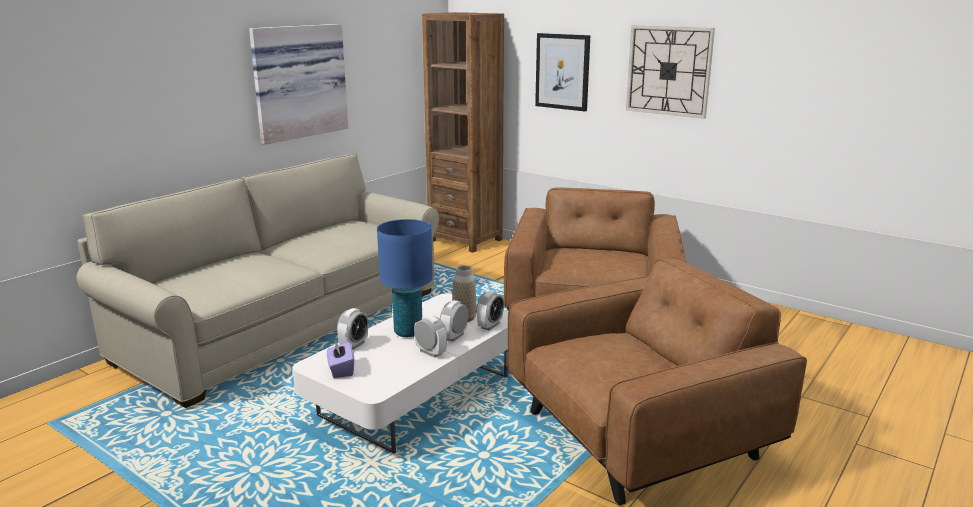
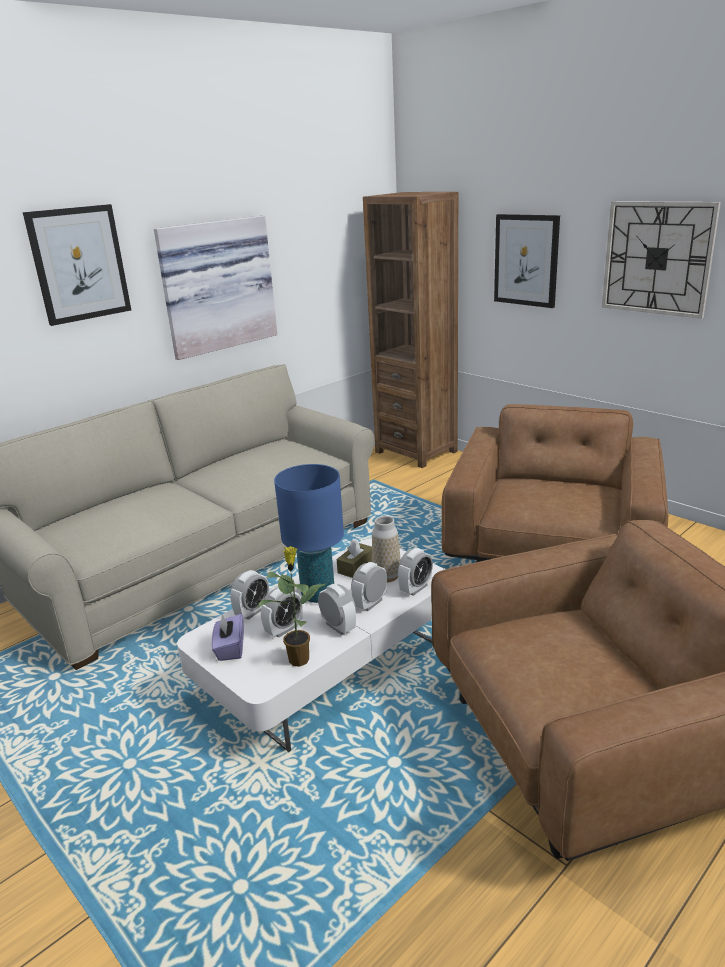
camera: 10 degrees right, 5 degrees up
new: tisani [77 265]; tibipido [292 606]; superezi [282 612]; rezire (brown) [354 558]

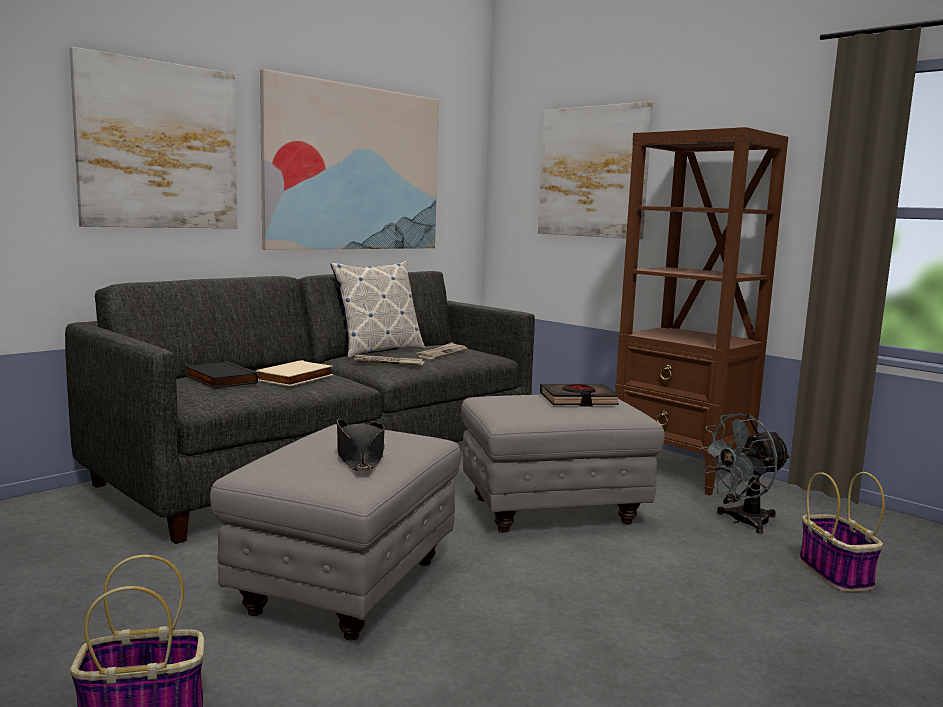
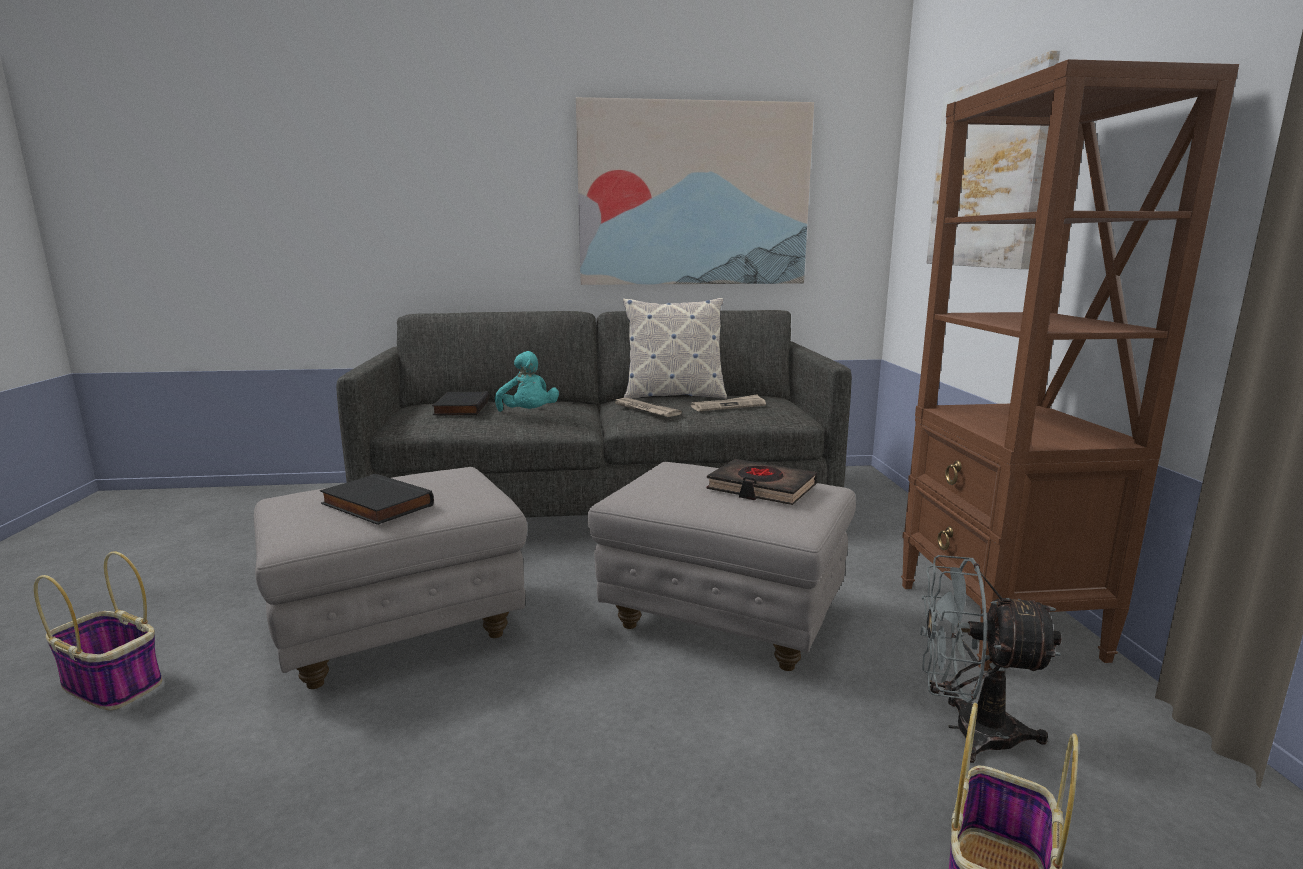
camera: 40 degrees right, 5 degrees up
gone: tisani [153 137]
swapped: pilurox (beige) [294 373] to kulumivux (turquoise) [527 381]; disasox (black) [361 445] to pilurox (black) [377 499]

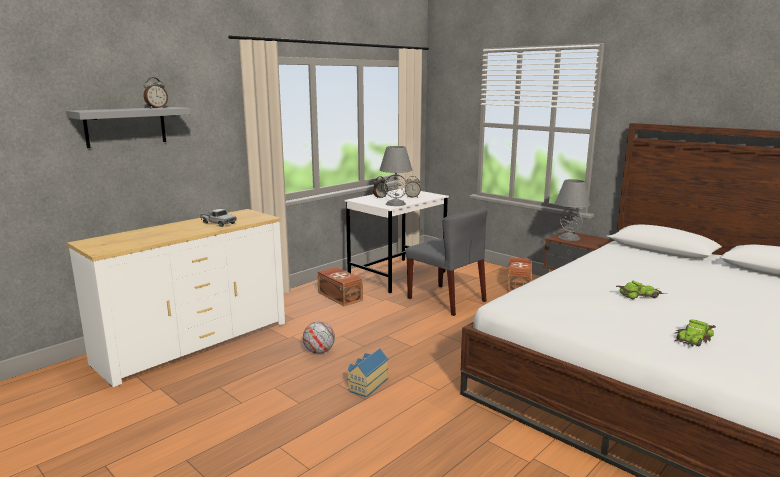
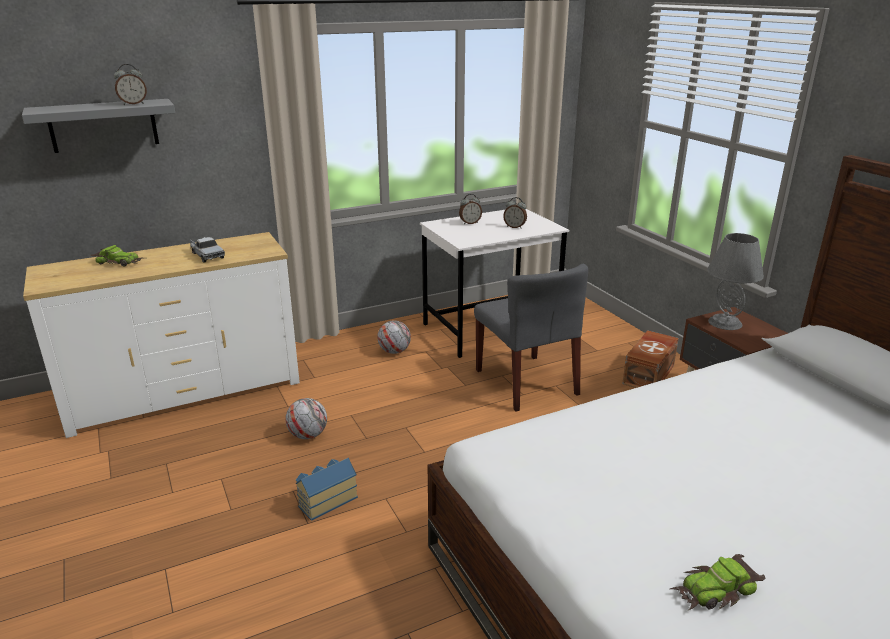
camera: 20 degrees right, 10 degrees up
gone: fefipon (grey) [396 176]
shifted: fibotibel [640 290] to [116 256]
swapped: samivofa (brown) [340 286] to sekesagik [394 337]

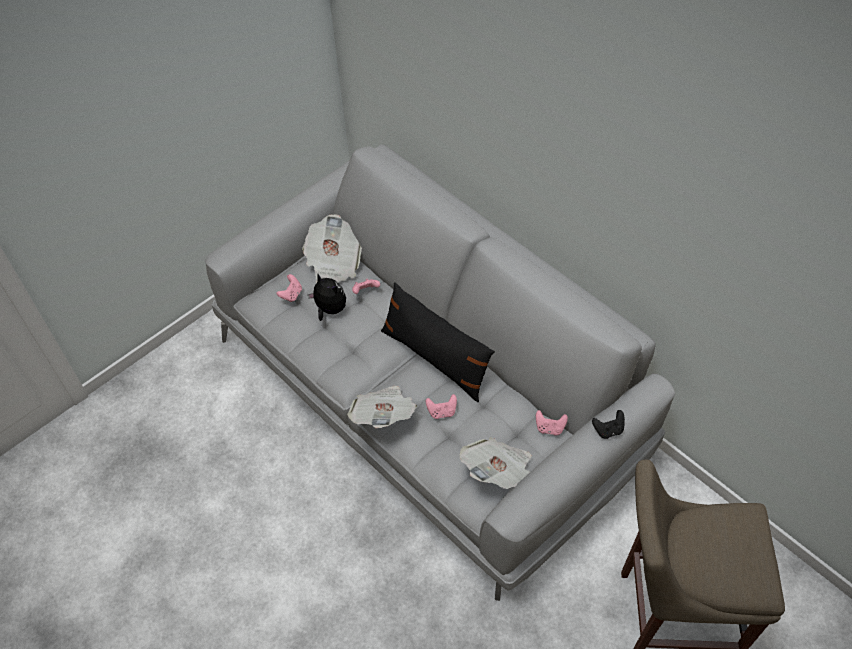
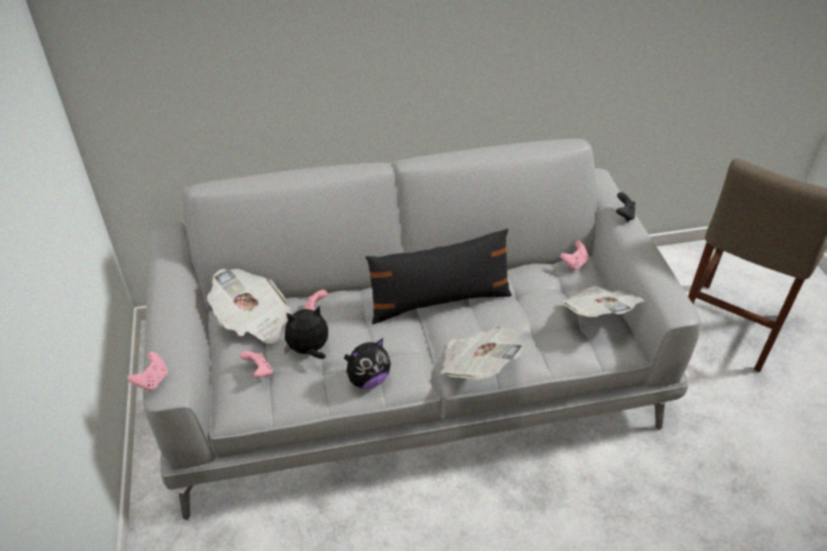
camera: 60 degrees left, 10 degrees down
new: kulumivux [367 363]
shifted: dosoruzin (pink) [441 406] to [147 371]

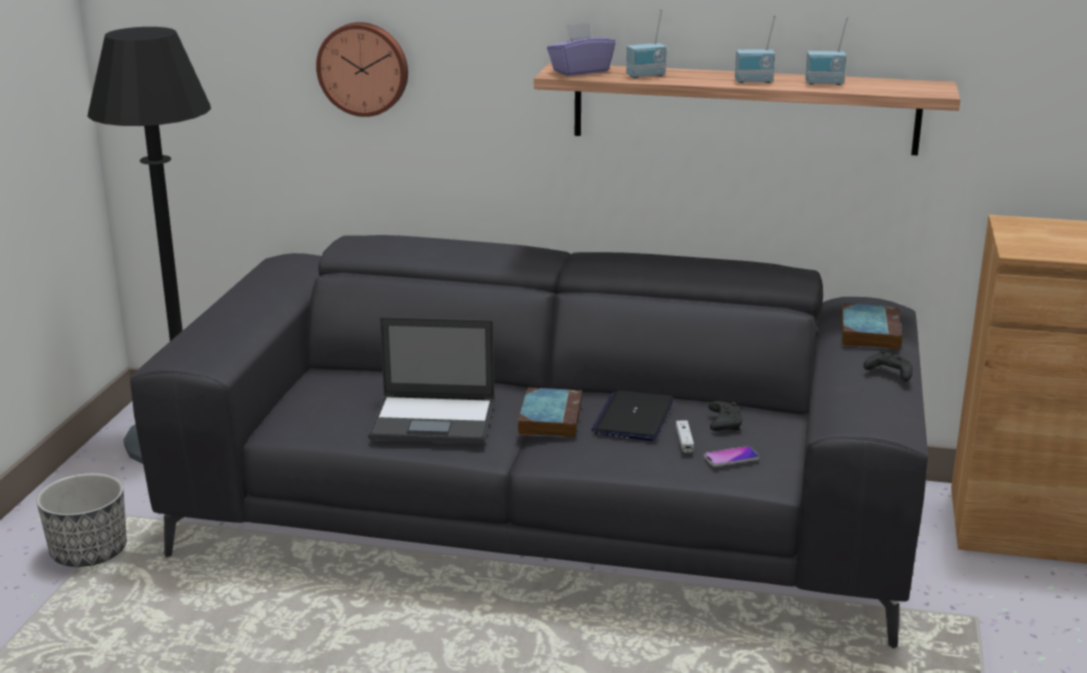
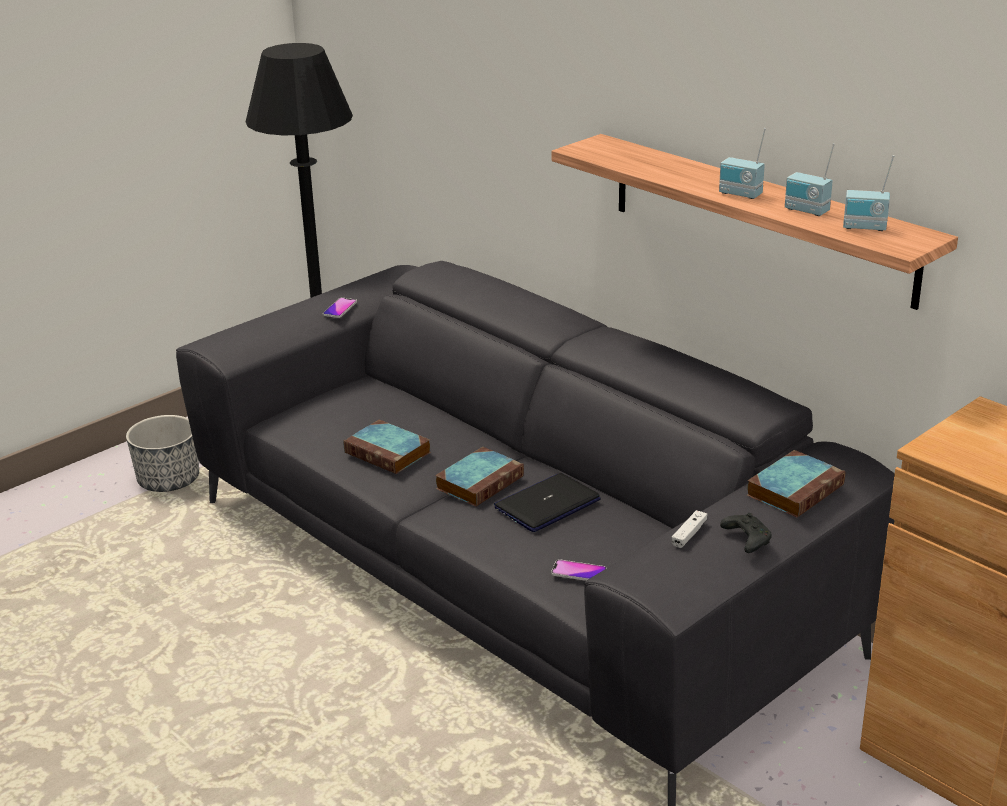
camera: 35 degrees right, 5 degrees up
gone: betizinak [362 69]; rezire (purple) [581 49]; dosoruzin (black) [725 416]
new: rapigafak [340 308]
shifted: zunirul [646 44] to [868 193]; dosoruzin (white) [685 436] to [689 529]
swapped: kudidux [431 380] to pilurox [387 447]

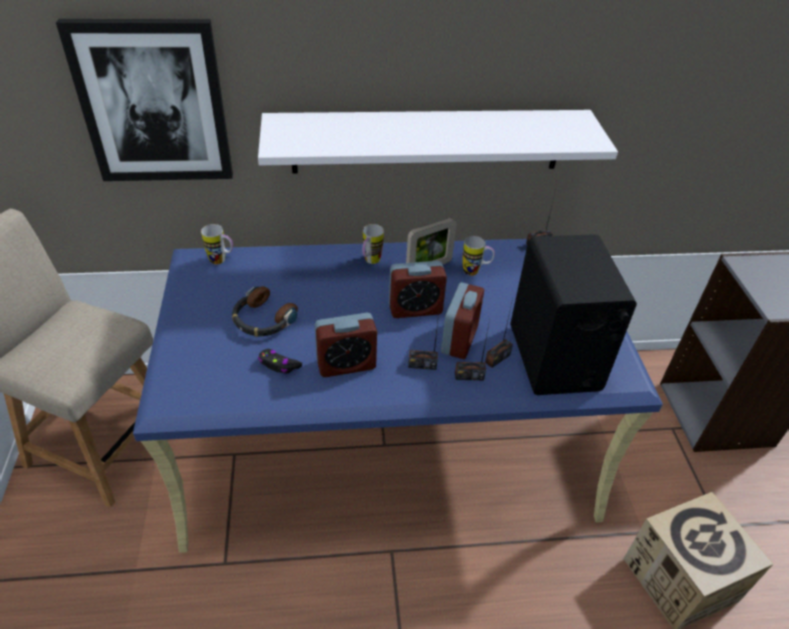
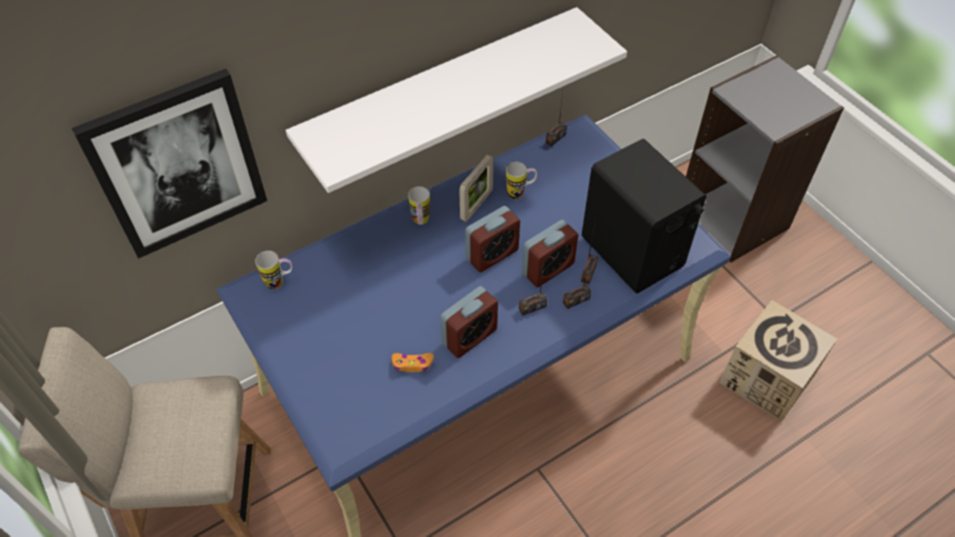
camera: 25 degrees left, 10 degrees up
gone: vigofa [265 311]
repainted: dosoruzin (black) [280 361] to dosoruzin (orange) [413 362]
rotated: superezi [462 320] = [550 253] 60 degrees clockwise

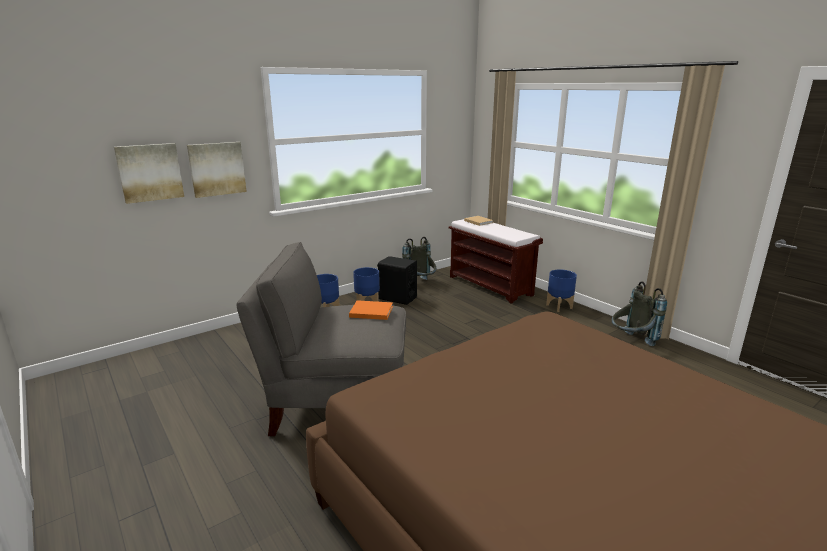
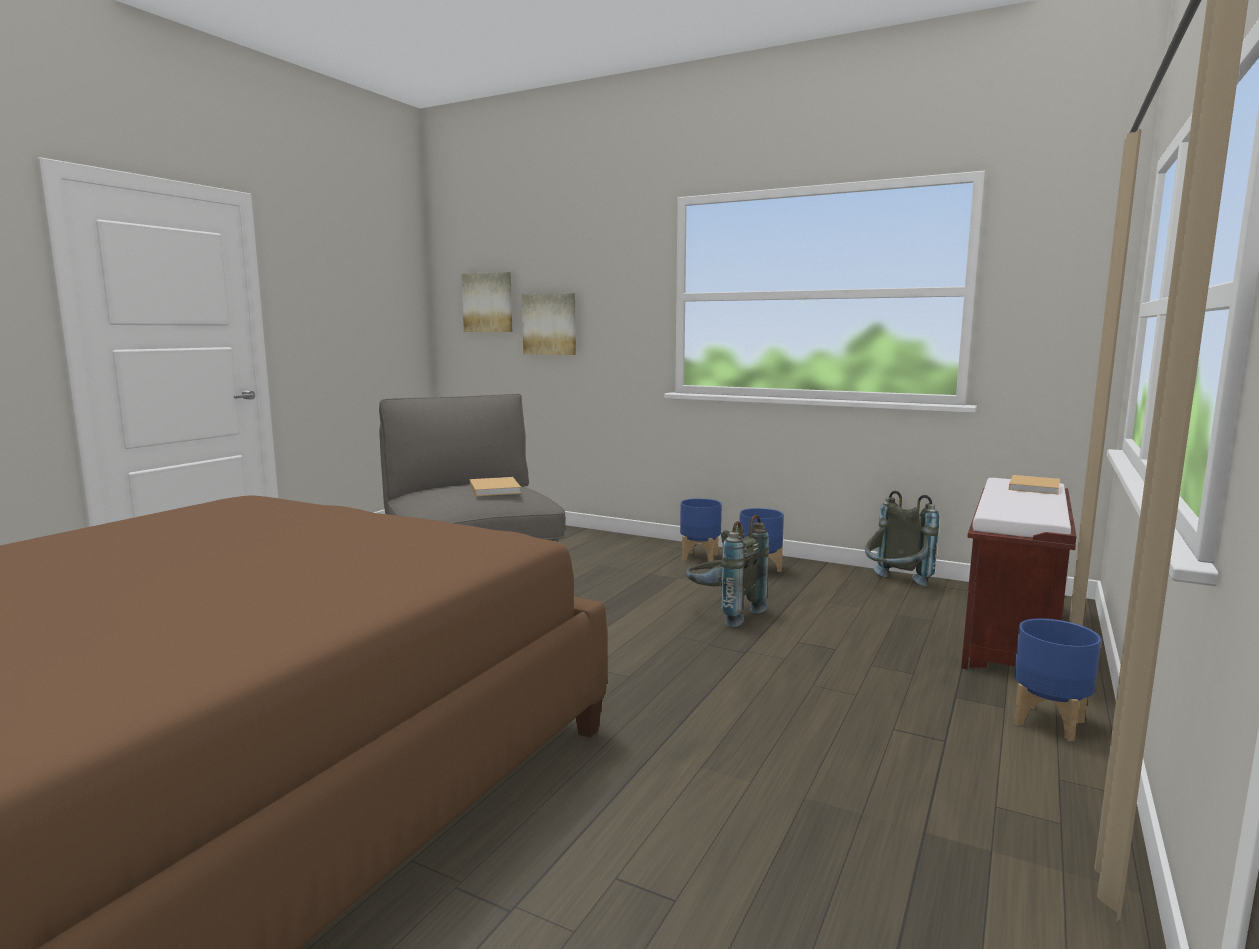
camera: 65 degrees right, 10 degrees down
gone: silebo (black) [397 280]
shifted: tisani [217 170] to [487 302]; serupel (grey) [639 313] to [727 571]
repainted: pilurox (orange) [371 310] to pilurox (beige) [495 486]

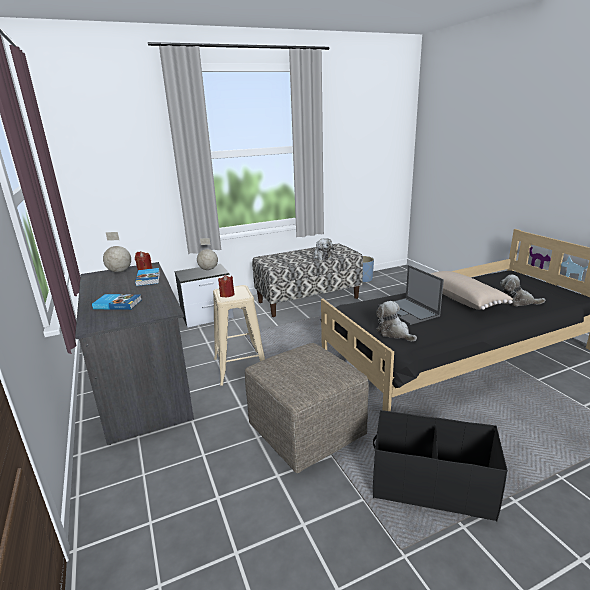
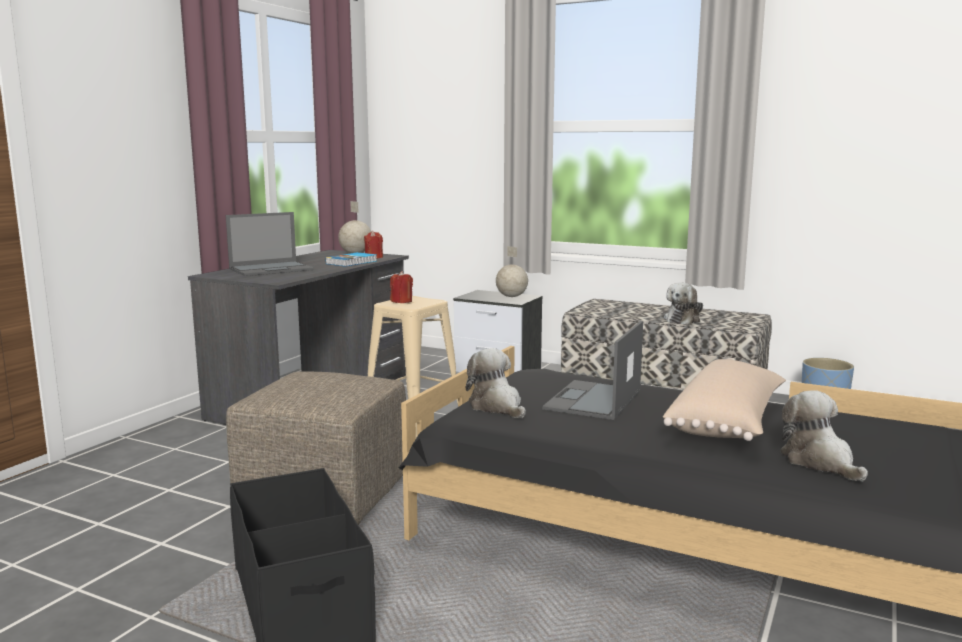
camera: 50 degrees right, 10 degrees down
swapped: pilurox [116 302] to kudidux [270 244]
rotated: kulumivux [396 321] = [496 383] 45 degrees counterclockwise

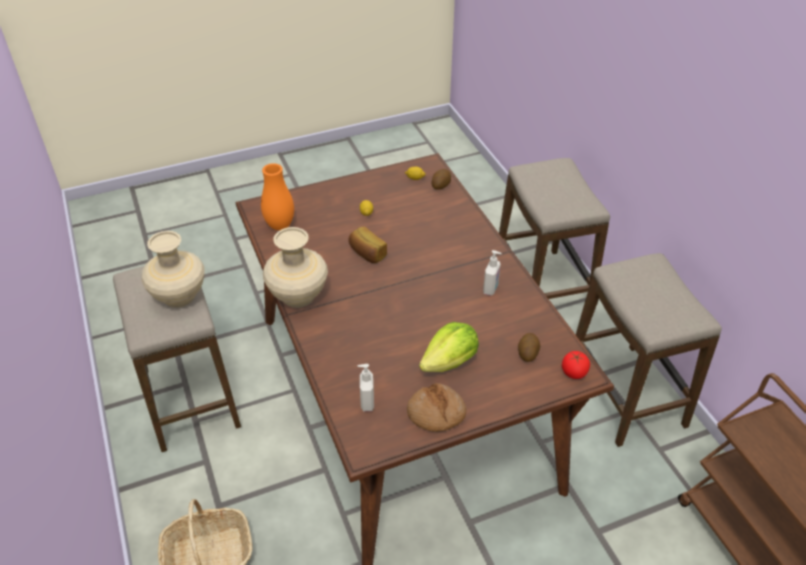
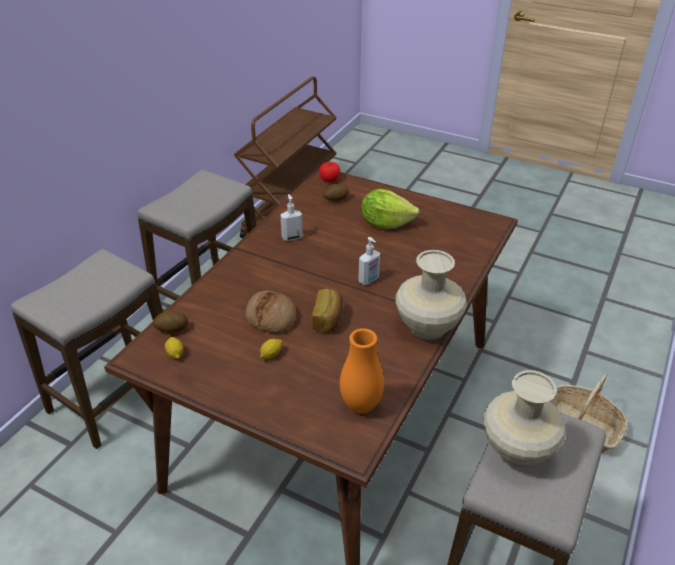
camera: 130 degrees left, 5 degrees down
shifted: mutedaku [365 387] to [369 261]; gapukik [436 407] to [271 311]

